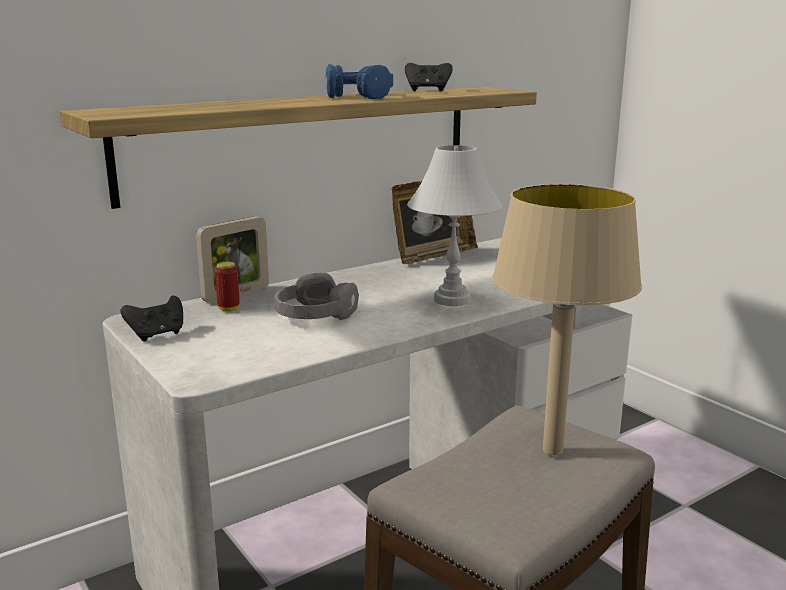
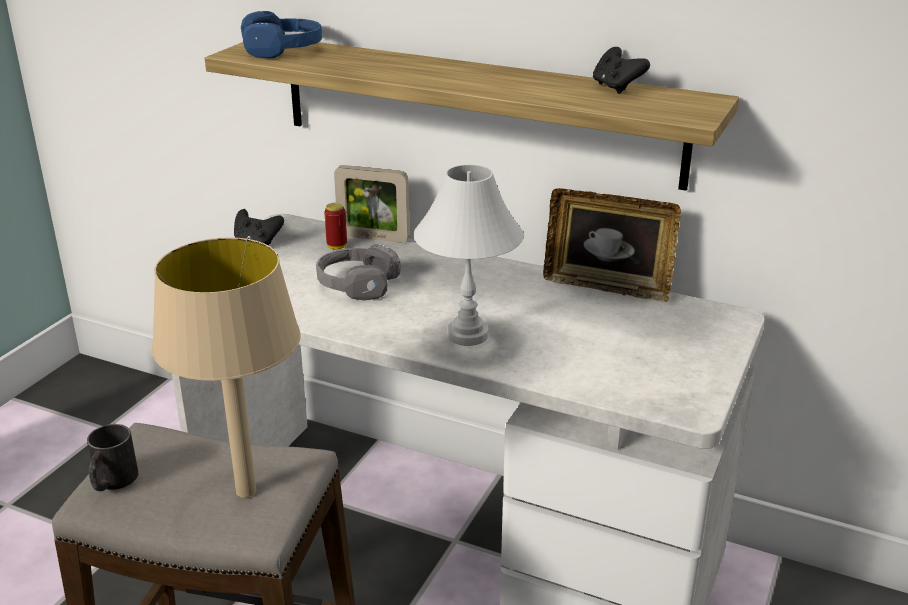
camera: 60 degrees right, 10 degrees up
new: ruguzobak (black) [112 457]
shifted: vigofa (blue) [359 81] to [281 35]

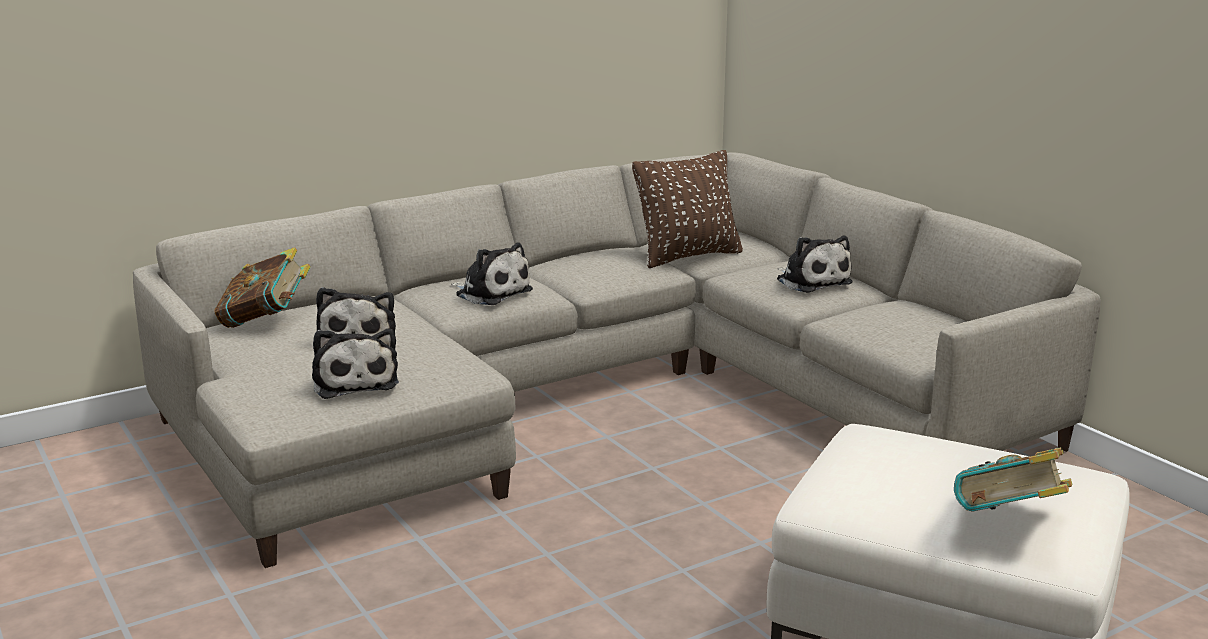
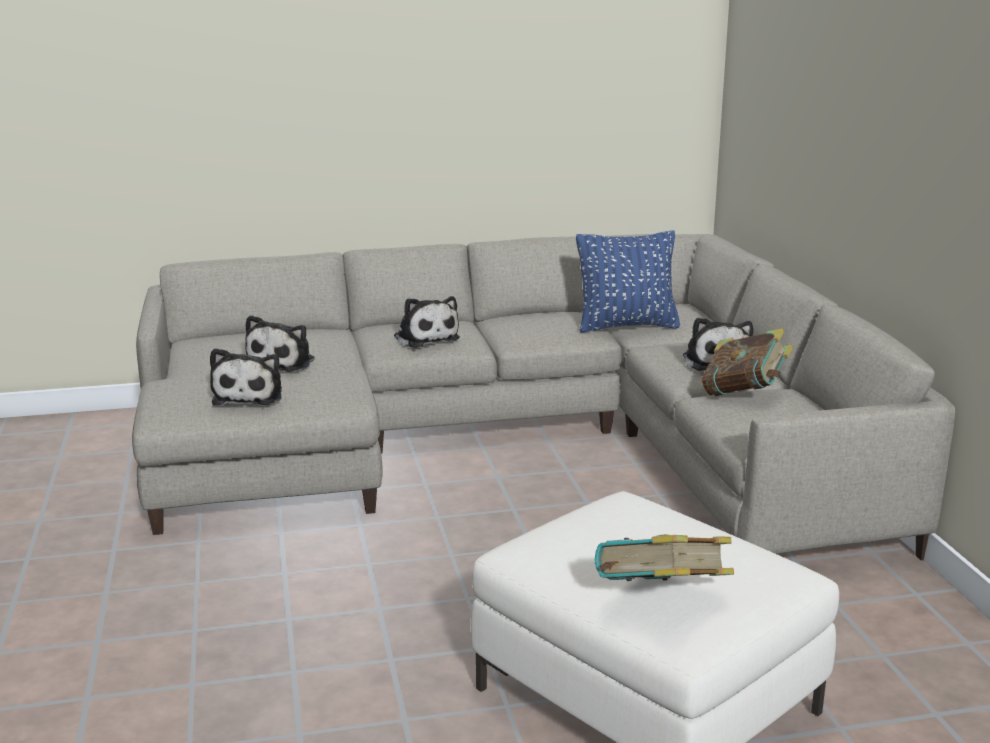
camera: 20 degrees right, 0 degrees up
shifted: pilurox [262 287] to [747 362]
repainted: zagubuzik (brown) [687 209] to zagubuzik (blue) [628 281]

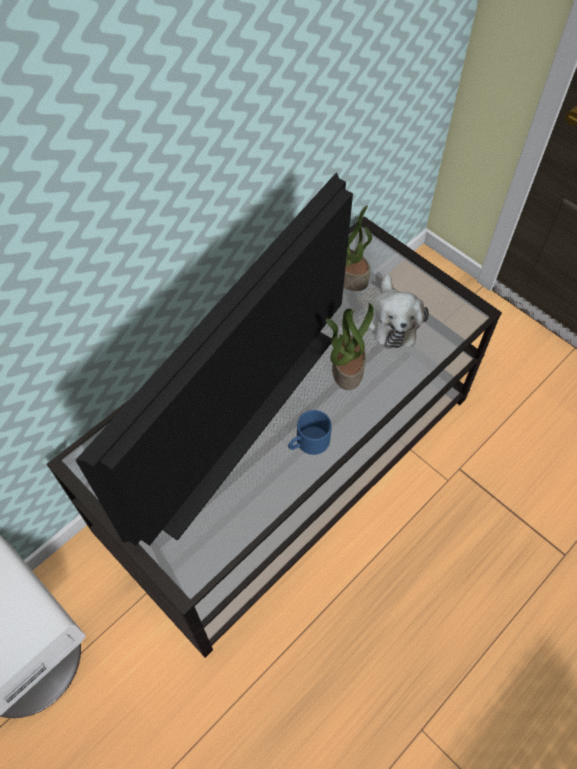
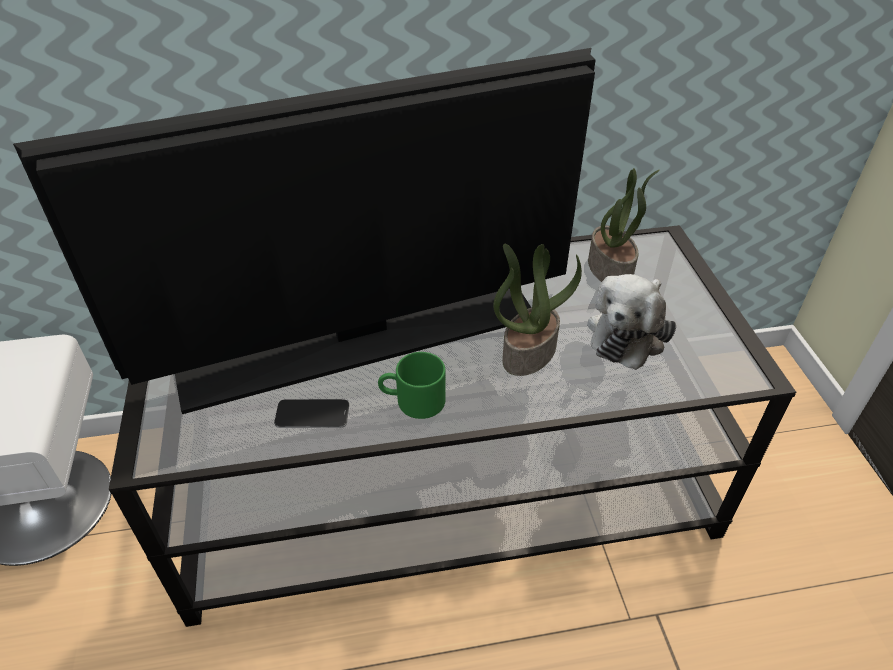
camera: 35 degrees right, 15 degrees down
new: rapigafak [311 413]
repainted: ruguzobak (blue) [310 432] to ruguzobak (green) [412 385]

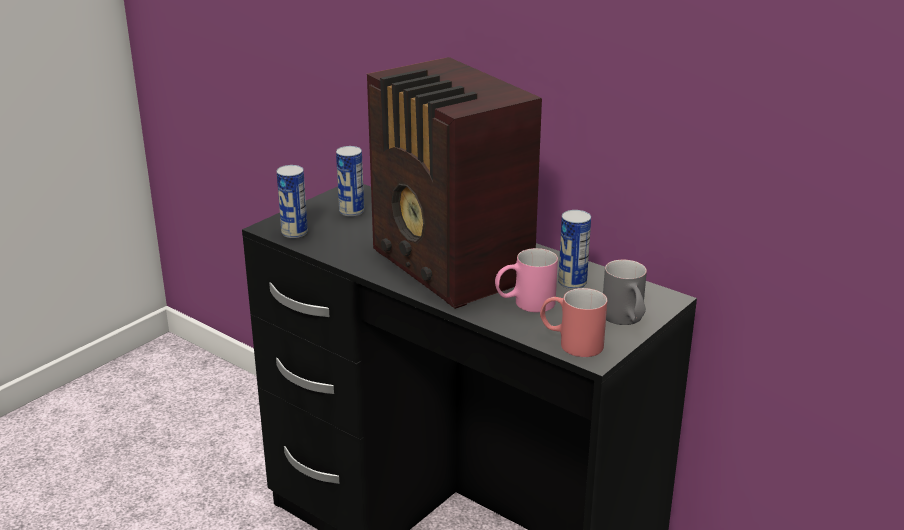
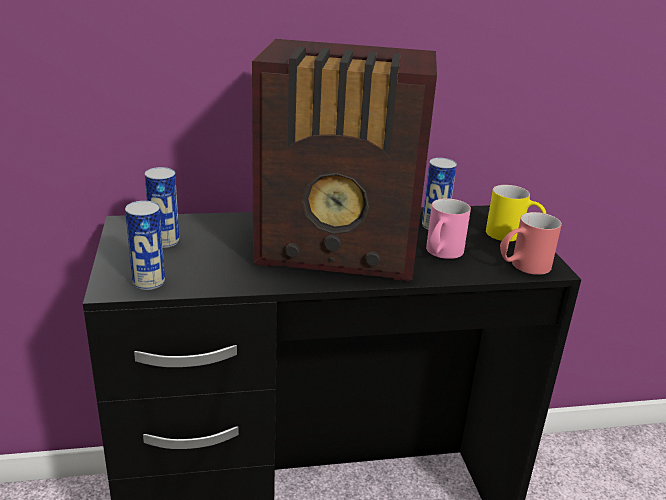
camera: 50 degrees left, 0 degrees up
repainted: ruguzobak (grey) [625 292] to ruguzobak (yellow) [516 213]

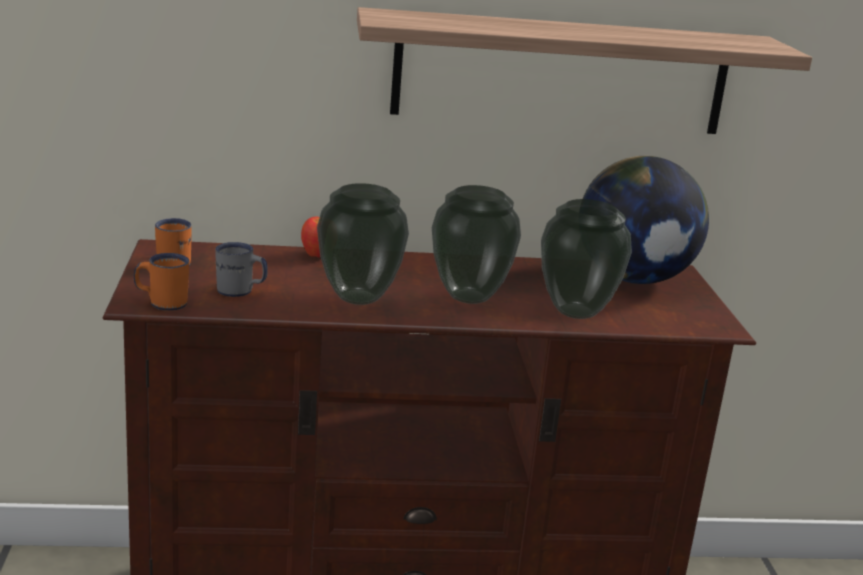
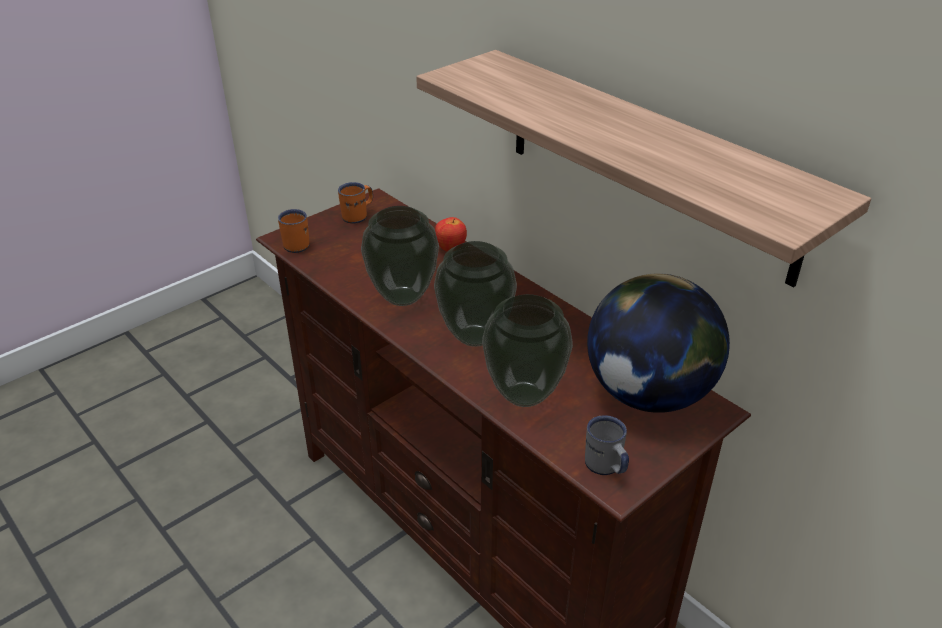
camera: 55 degrees right, 15 degrees up
shifted: ruguzobak (grey) [241 269] to [607 445]

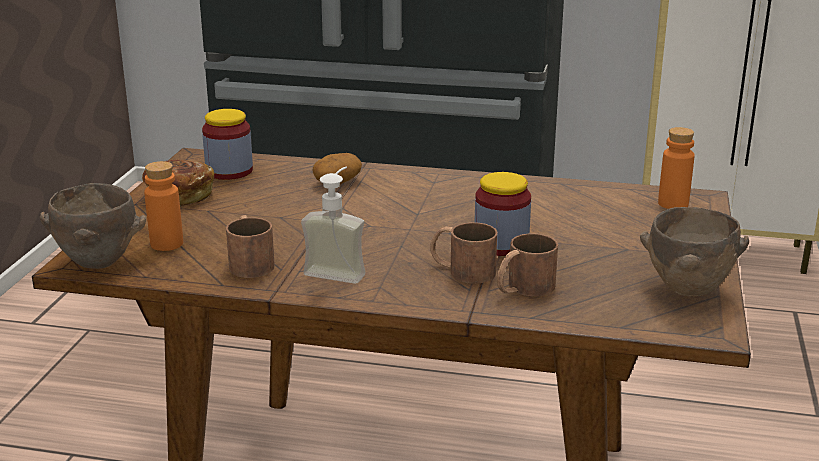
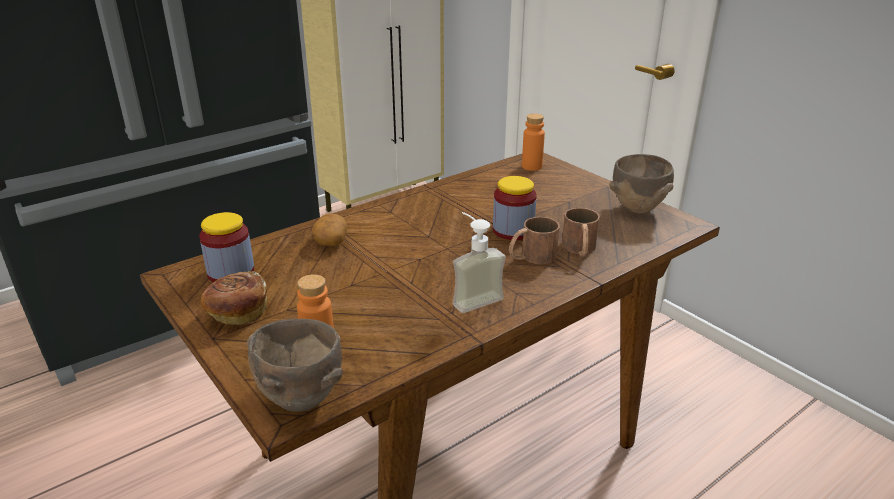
camera: 50 degrees left, 5 degrees up
gone: ruguzobak (brown) [250 246]

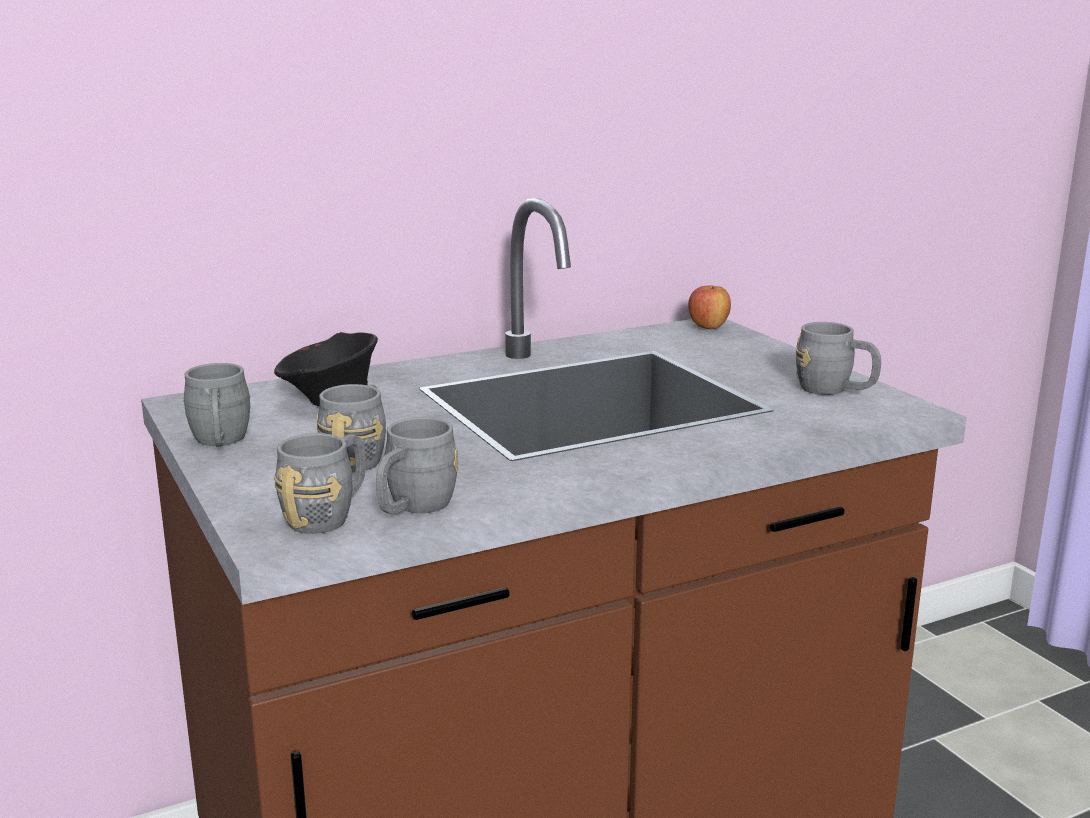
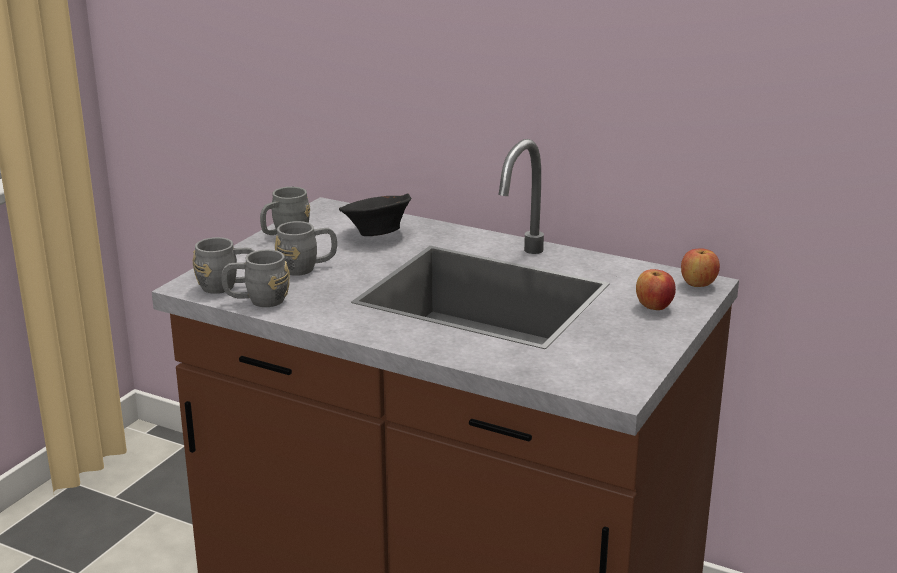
camera: 55 degrees right, 5 degrees up
gone: ruguzobak (grey) [838 358]
new: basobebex [656 289]

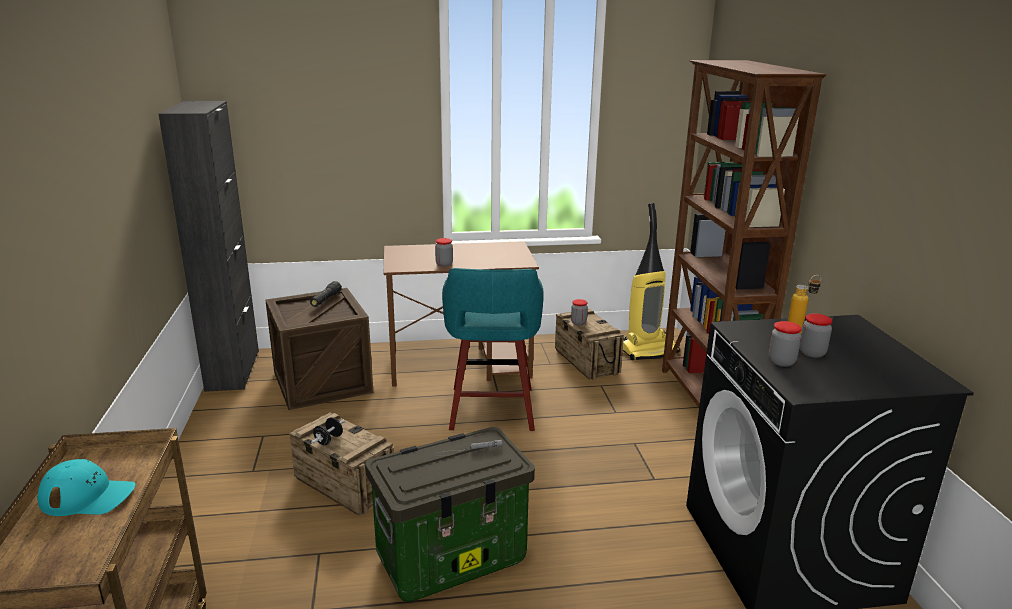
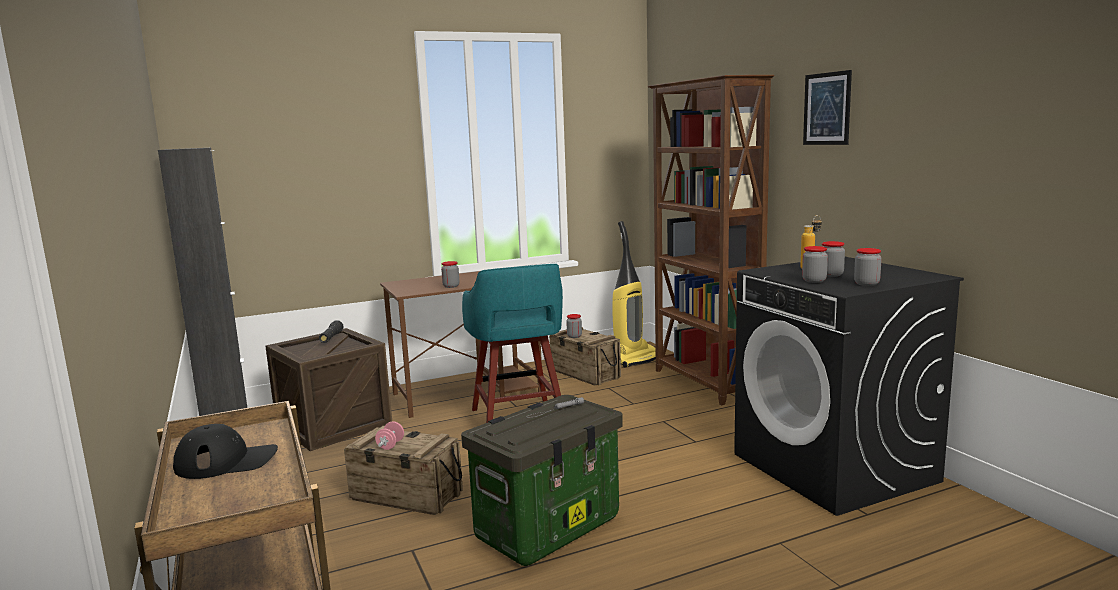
camera: 15 degrees left, 10 degrees down
new: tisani [827 107]; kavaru [868 267]
repainted: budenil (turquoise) [86 487] to budenil (black) [225 451]; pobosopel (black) [328 431] to pobosopel (pink) [389 435]

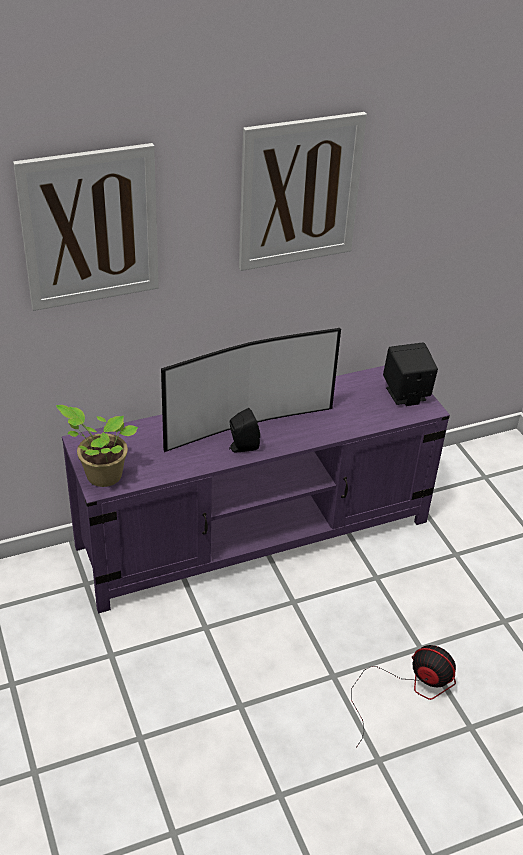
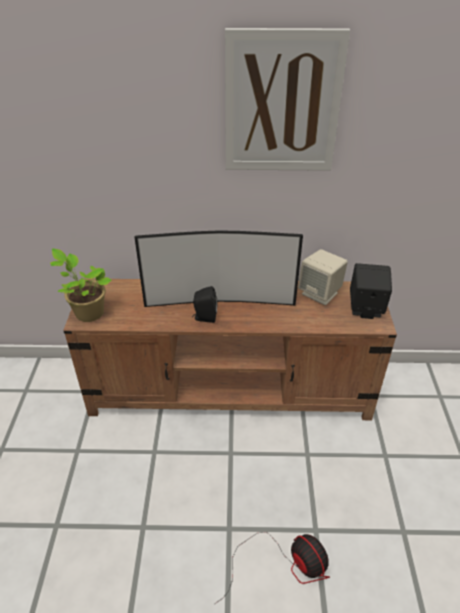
camera: 25 degrees right, 0 degrees up
gone: tisani [86 227]
new: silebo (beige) [323 277]
repainted: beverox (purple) [256 489] to beverox (brown) [230 349]

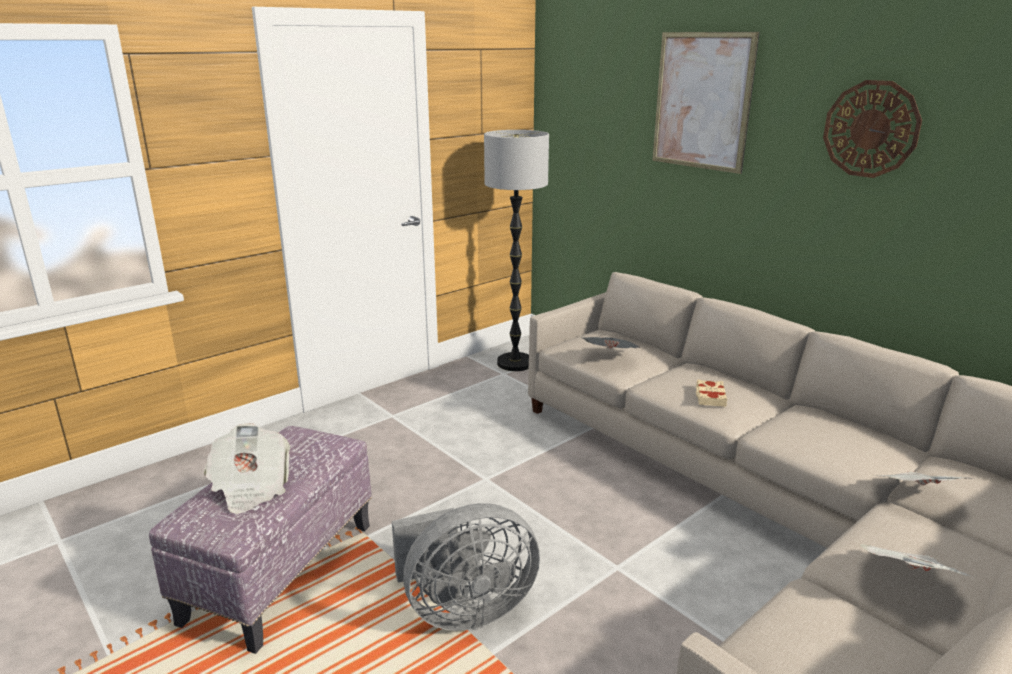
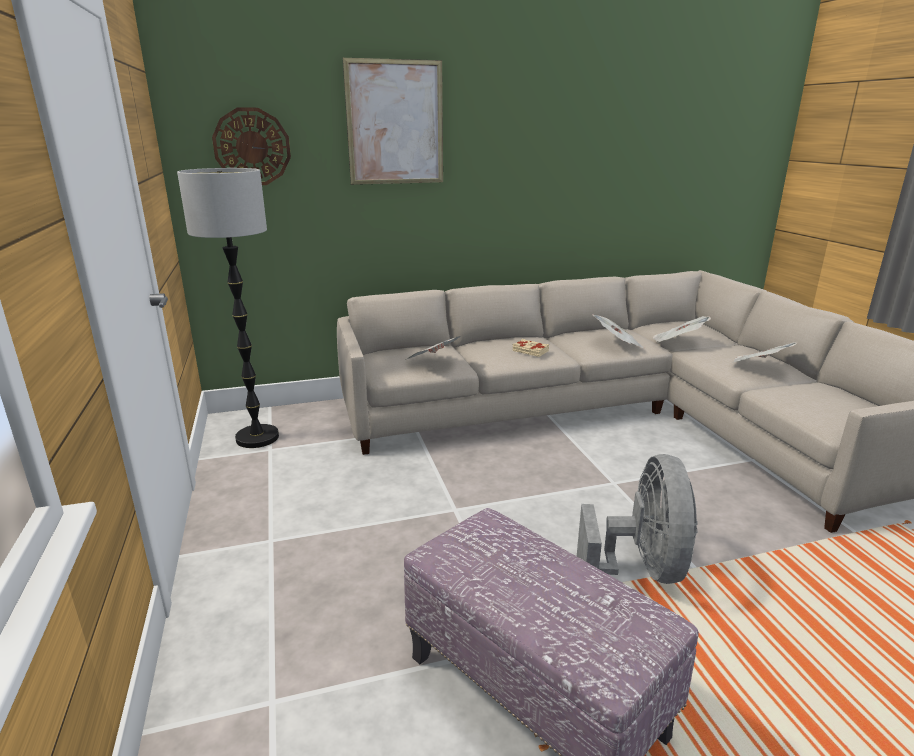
camera: 65 degrees left, 0 degrees up
shifted: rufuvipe [247 468] to [618 331]; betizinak [872 129] to [251 146]

